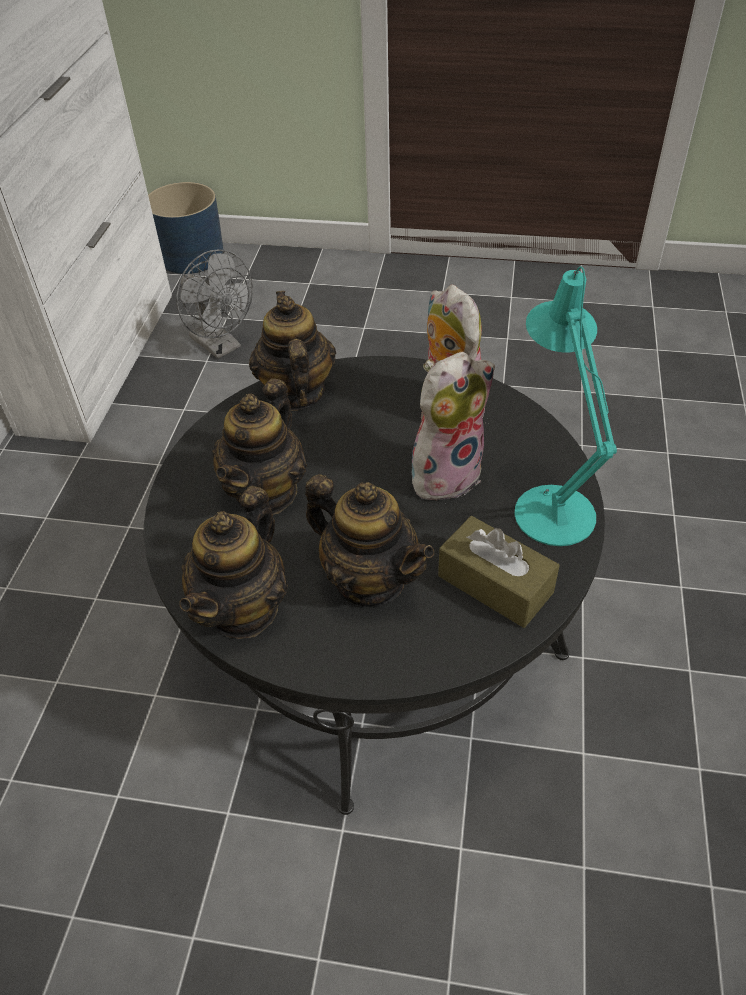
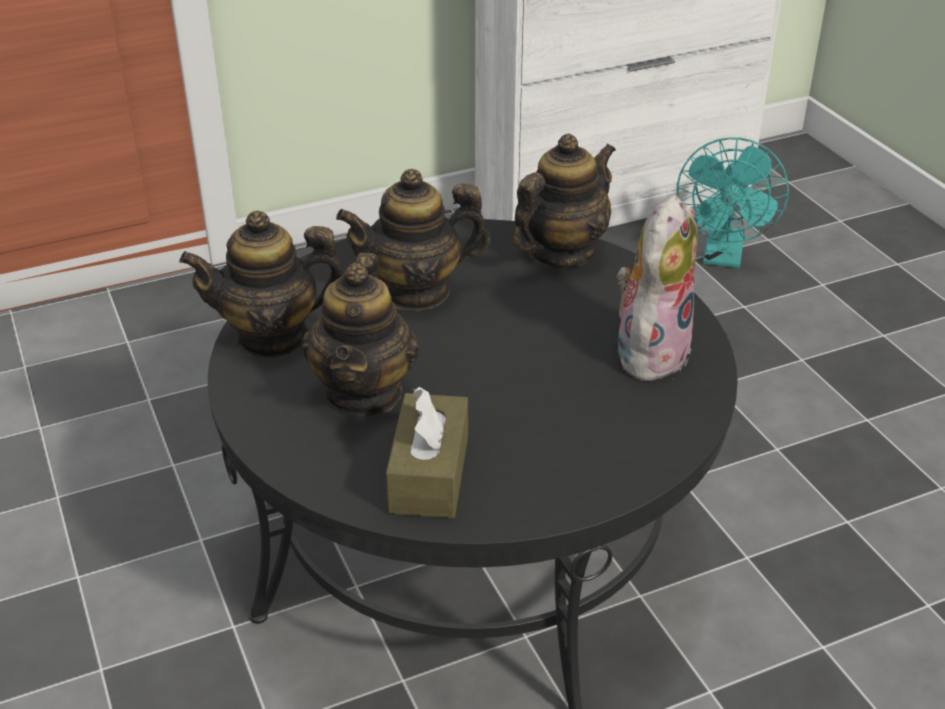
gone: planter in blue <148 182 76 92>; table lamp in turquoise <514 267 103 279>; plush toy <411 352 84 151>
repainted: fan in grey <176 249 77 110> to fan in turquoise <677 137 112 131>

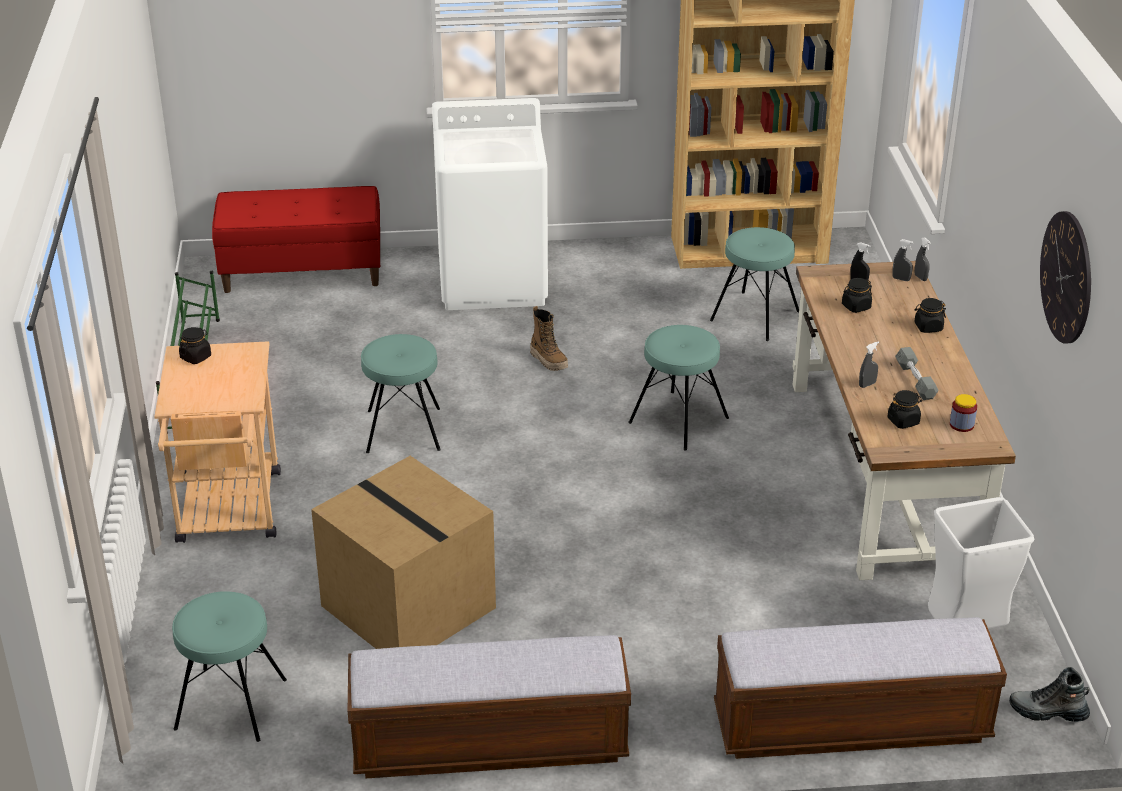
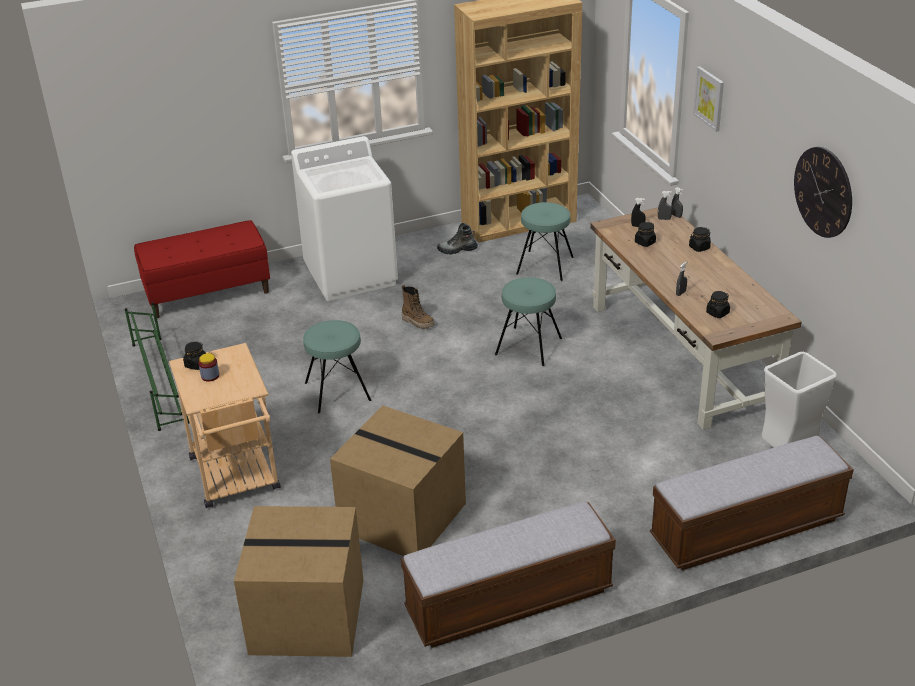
gone: dumbbell in grey <895 347 44 53>
new: picture <693 66 31 66>
shifted: jar <950 394 27 38> to <199 353 20 28>; boot <1009 667 81 55> to <437 223 41 32>
swapped: stool in turquoise <172 591 115 151> to cardboard box <234 506 129 151>

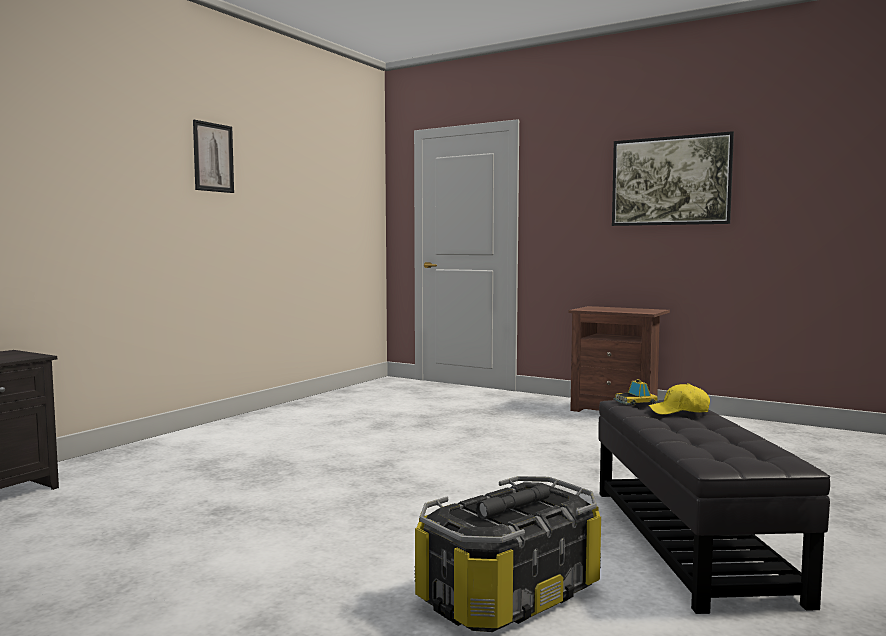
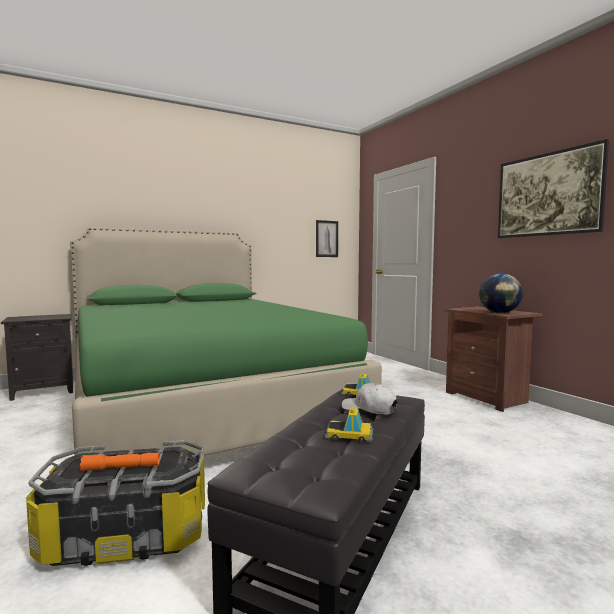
new: bed in green <70 227 312 229>; globe <479 273 44 40>; toy car <325 407 49 36>
shifted: picture <193 120 41 73> to <316 220 22 37>
repainted: cap in yellow <648 383 62 32> to cap in white <341 383 57 32>; flashlight in grey <475 485 75 35> to flashlight in orange <80 452 80 19>

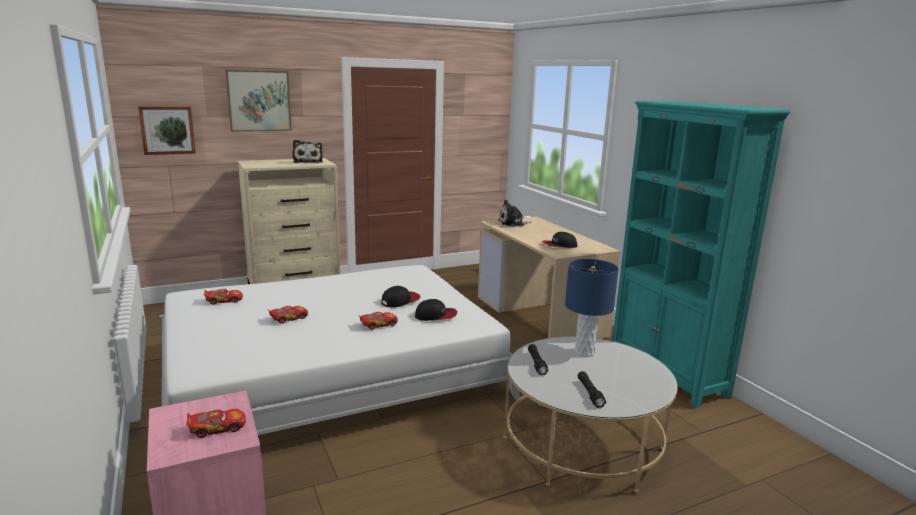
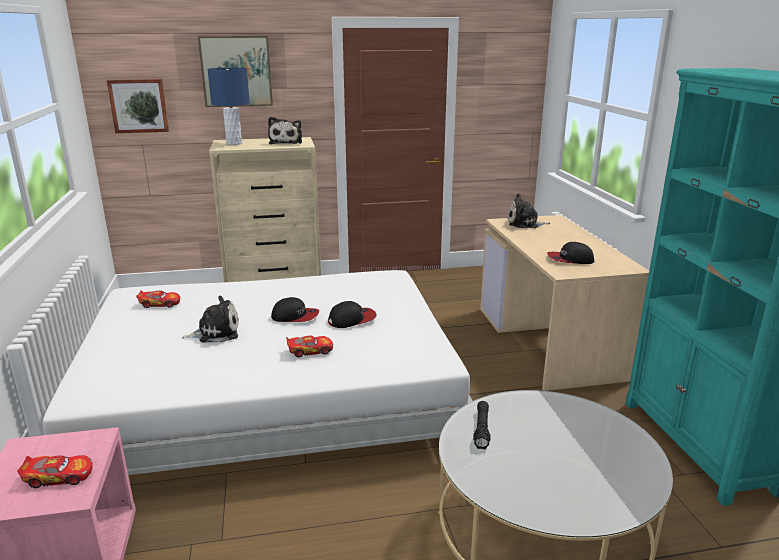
gone: flashlight in black <578 371 28 37>
shifted: table lamp in blue <565 259 54 97> to <207 68 43 77>; cap <415 299 42 22> to <271 297 48 25>
swapped: toy car <268 306 40 18> to plush toy <182 296 57 46>

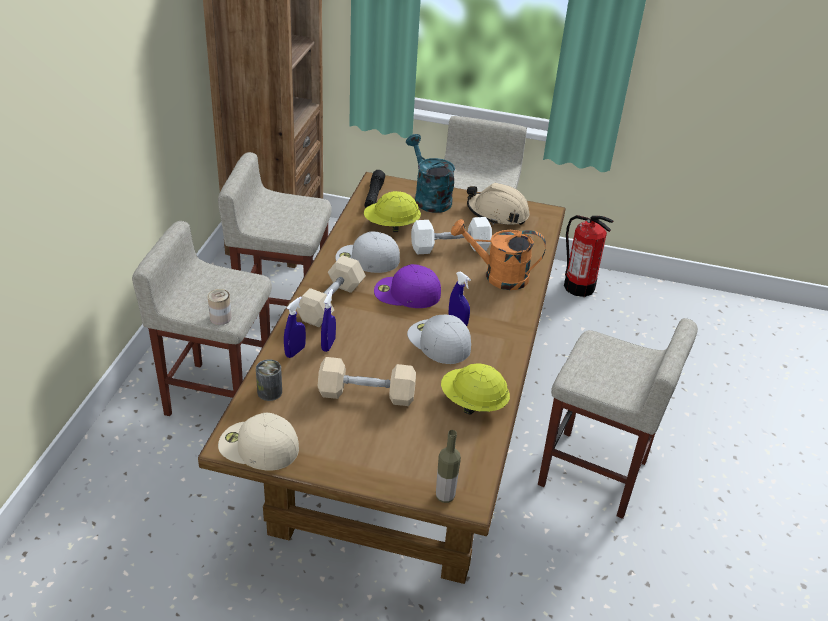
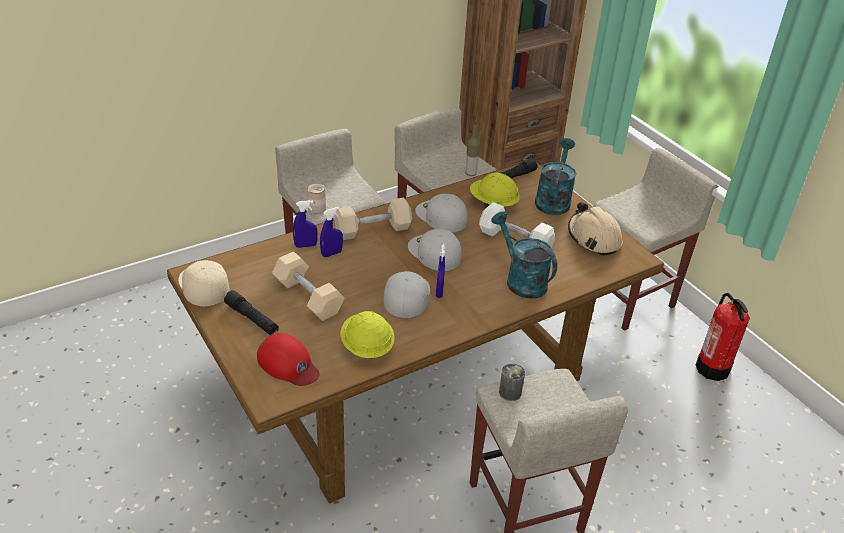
new: flashlight in black <224 290 55 45>; cap in red <257 333 63 53>
shifted: can <256 359 26 42> to <499 363 26 38>; bottle <436 430 25 73> to <465 124 15 52>
repainted: watering can in orange <451 219 95 71> to watering can in turquoise <491 211 66 88>; cap in purple <374 264 67 44> to cap in white <408 229 54 42>

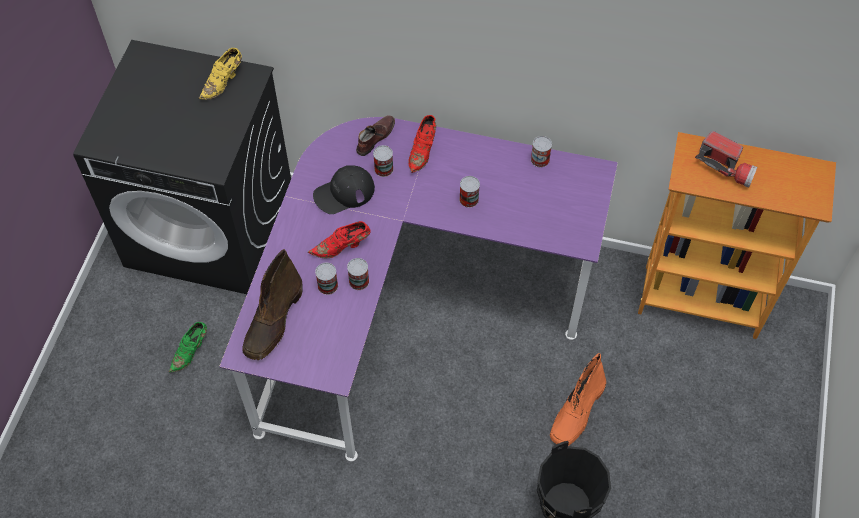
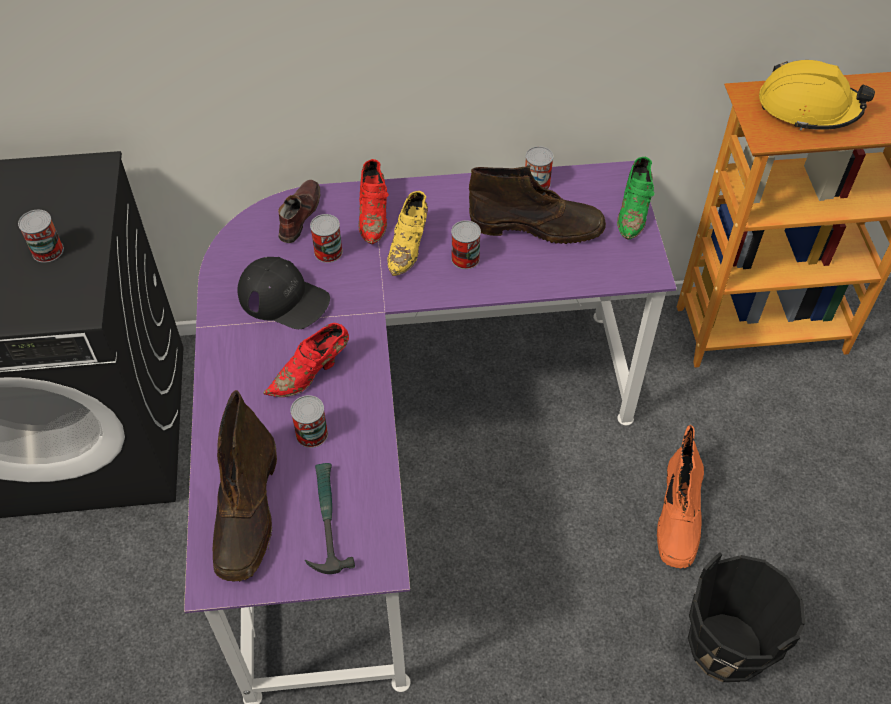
new: boot in brown <469 165 137 79>; hammer <305 463 50 111>
shifted: shoe in yellow <199 48 43 51> to <387 191 41 85>; can <347 258 22 32> to <18 210 46 53>; shoe in green <168 322 39 50> to <617 157 38 83>
swapped: flashlight <695 131 62 57> to hard hat in yellow <759 60 116 71>
rotated: cap in black <313 165 62 49> = <237 257 93 72> 105 degrees counterclockwise

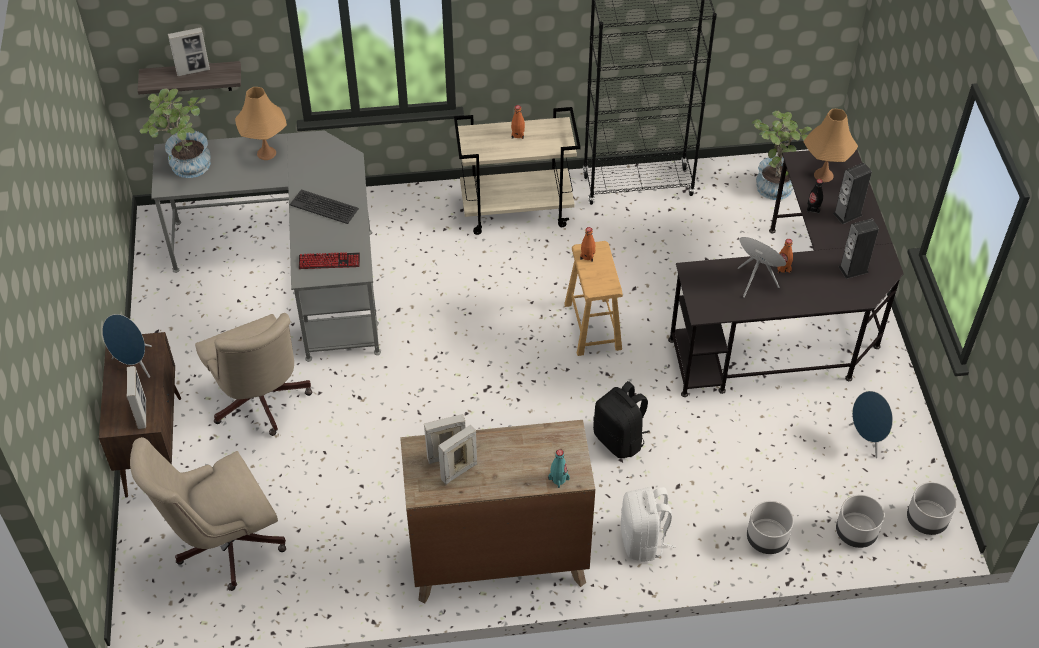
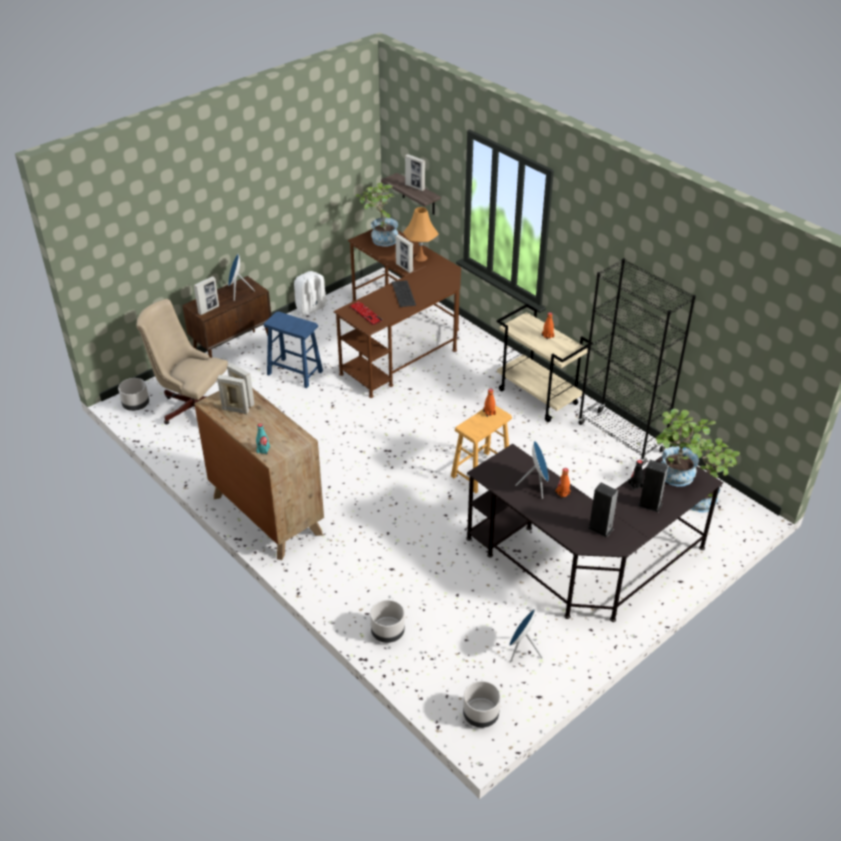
gone: backpack in black <593 381 57 77>
new: picture frame <396 235 17 38>
shifted: backpack in white <621 487 55 75> to <294 271 35 48>; planter in grey <836 495 48 53> to <118 378 31 33>
swapped: table lamp in orange <803 109 55 73> to potted plant <656 409 60 77>; office chair in beige <195 313 117 123> to stool in blue <264 312 59 76>
repainted: desk in grey <151 131 230 231> to desk in brown <334 229 127 169>

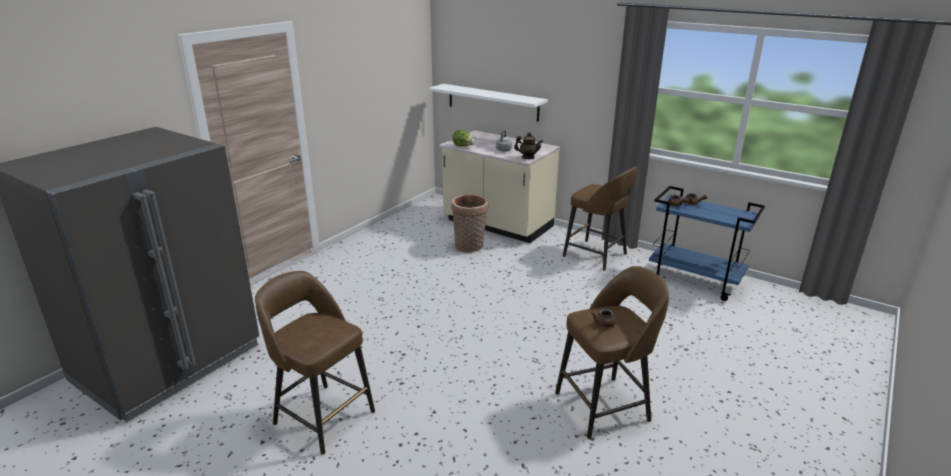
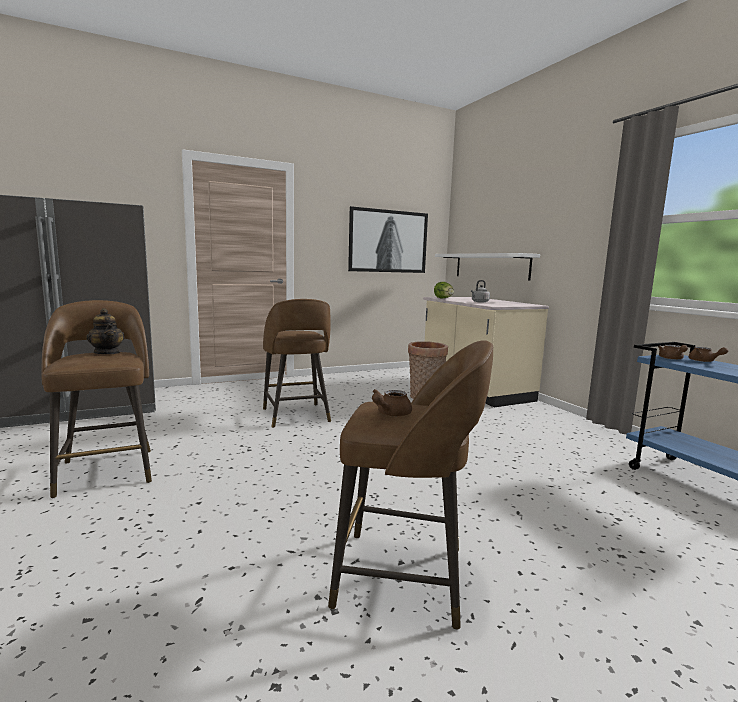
new: picture <348 206 80 67>
shifted: teapot <514 132 29 27> to <86 308 38 46>; stool in brown <563 166 74 105> to <263 299 68 129>

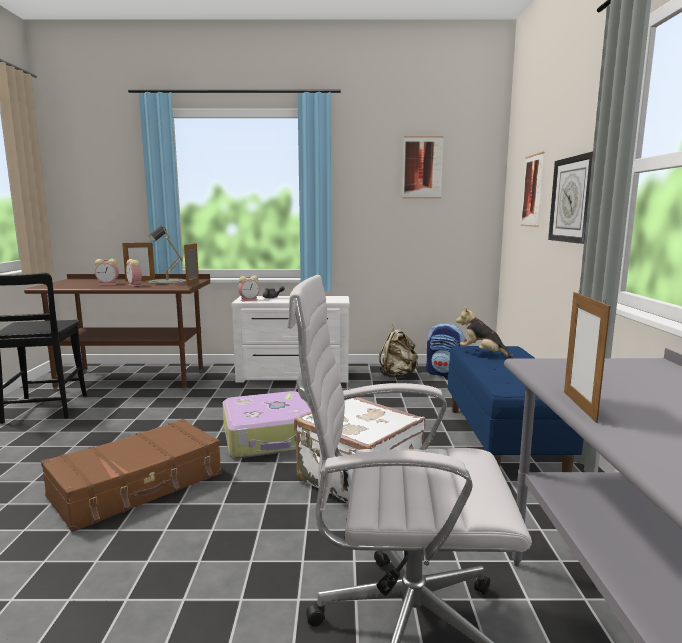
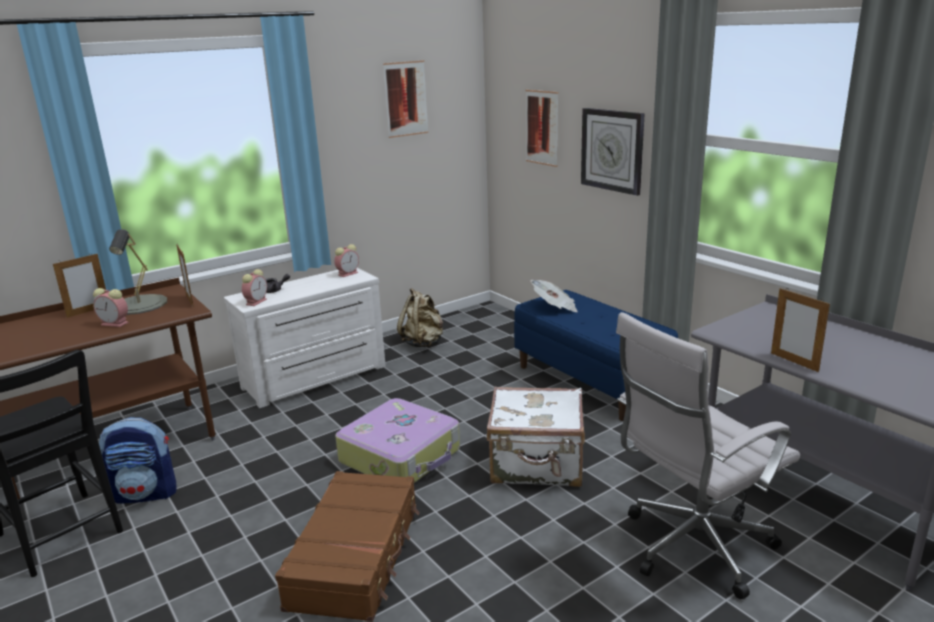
shifted: alarm clock <95 259 24 26> to <334 244 25 33>; backpack <426 323 41 54> to <99 417 78 87>
swapped: plush toy <456 307 59 51> to newspaper <530 280 48 32>

